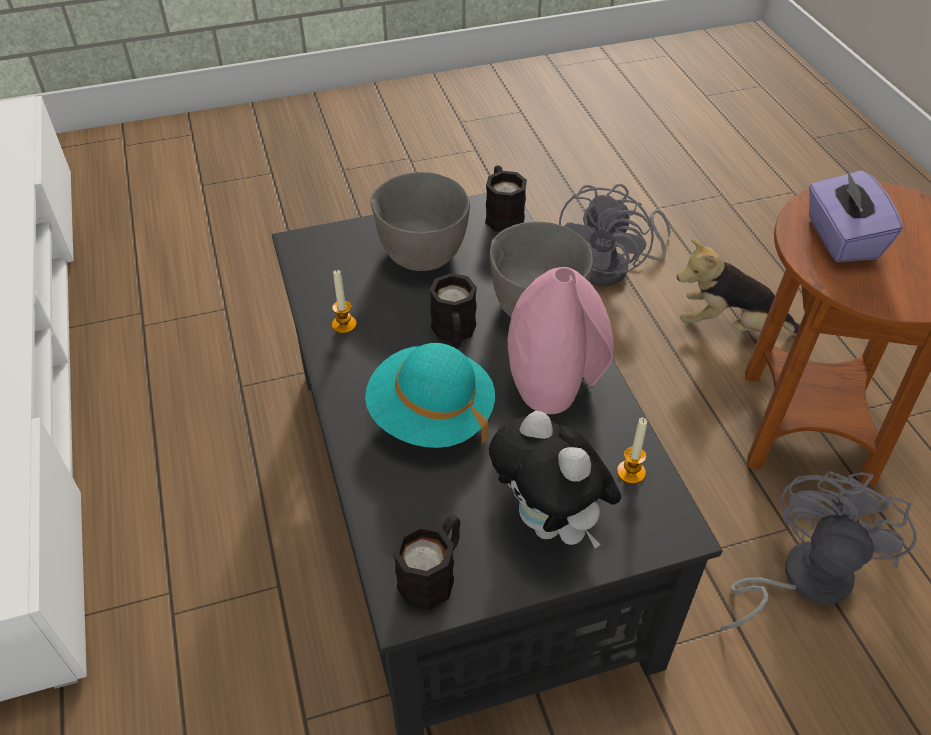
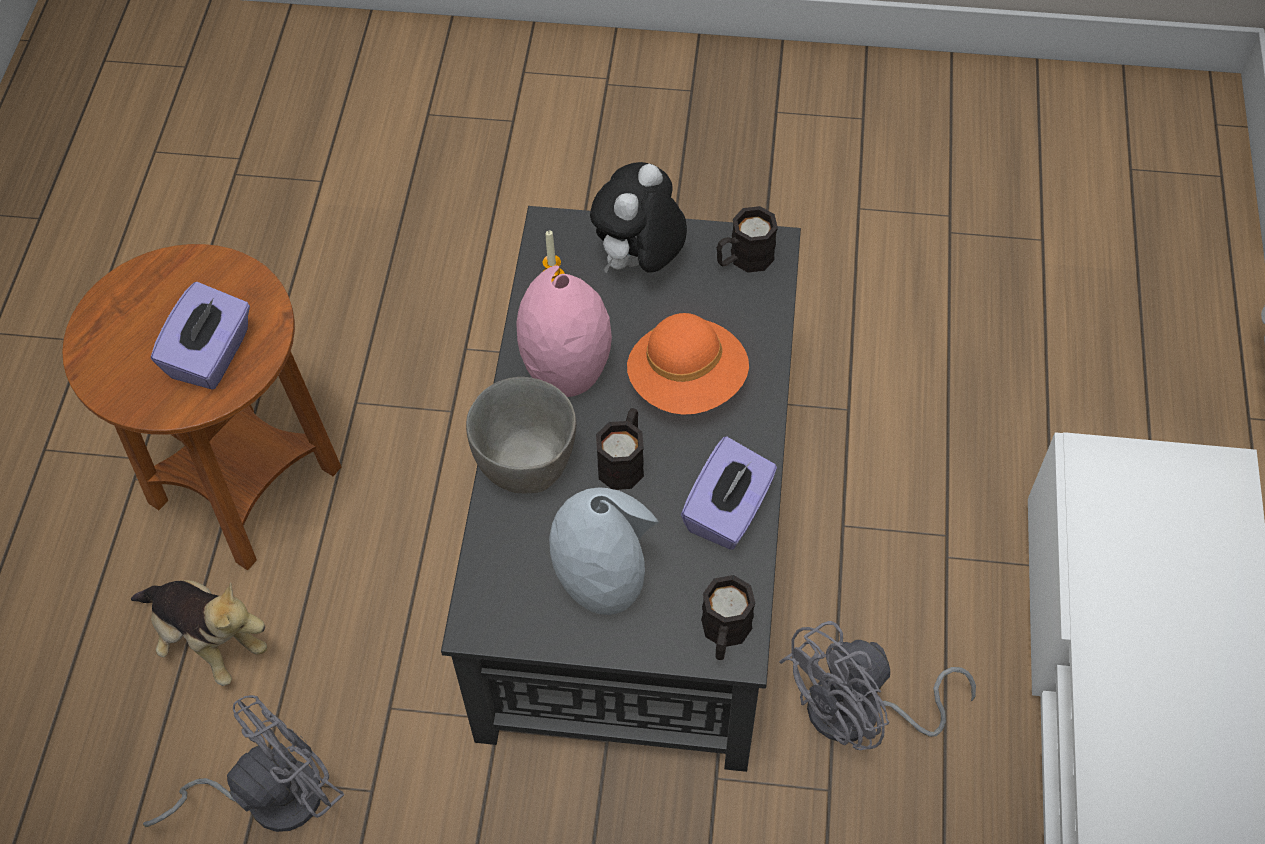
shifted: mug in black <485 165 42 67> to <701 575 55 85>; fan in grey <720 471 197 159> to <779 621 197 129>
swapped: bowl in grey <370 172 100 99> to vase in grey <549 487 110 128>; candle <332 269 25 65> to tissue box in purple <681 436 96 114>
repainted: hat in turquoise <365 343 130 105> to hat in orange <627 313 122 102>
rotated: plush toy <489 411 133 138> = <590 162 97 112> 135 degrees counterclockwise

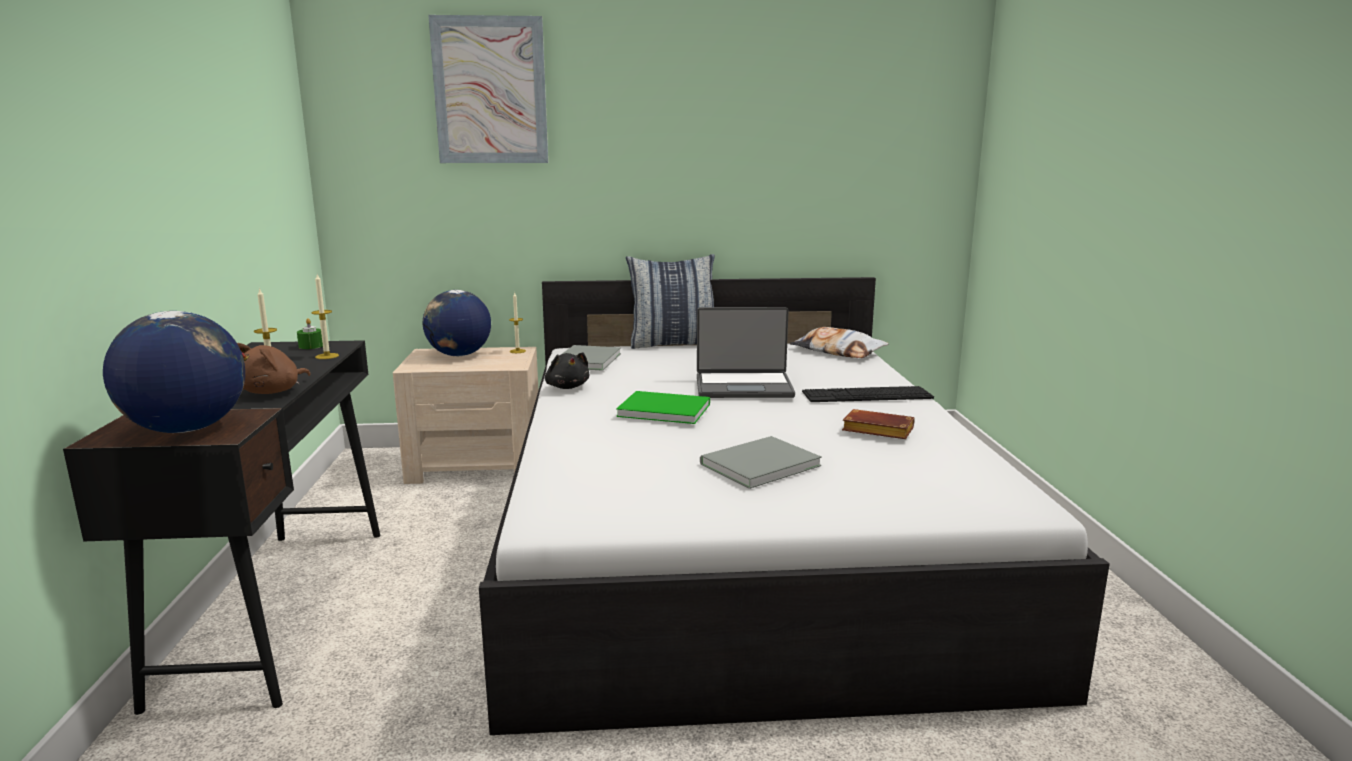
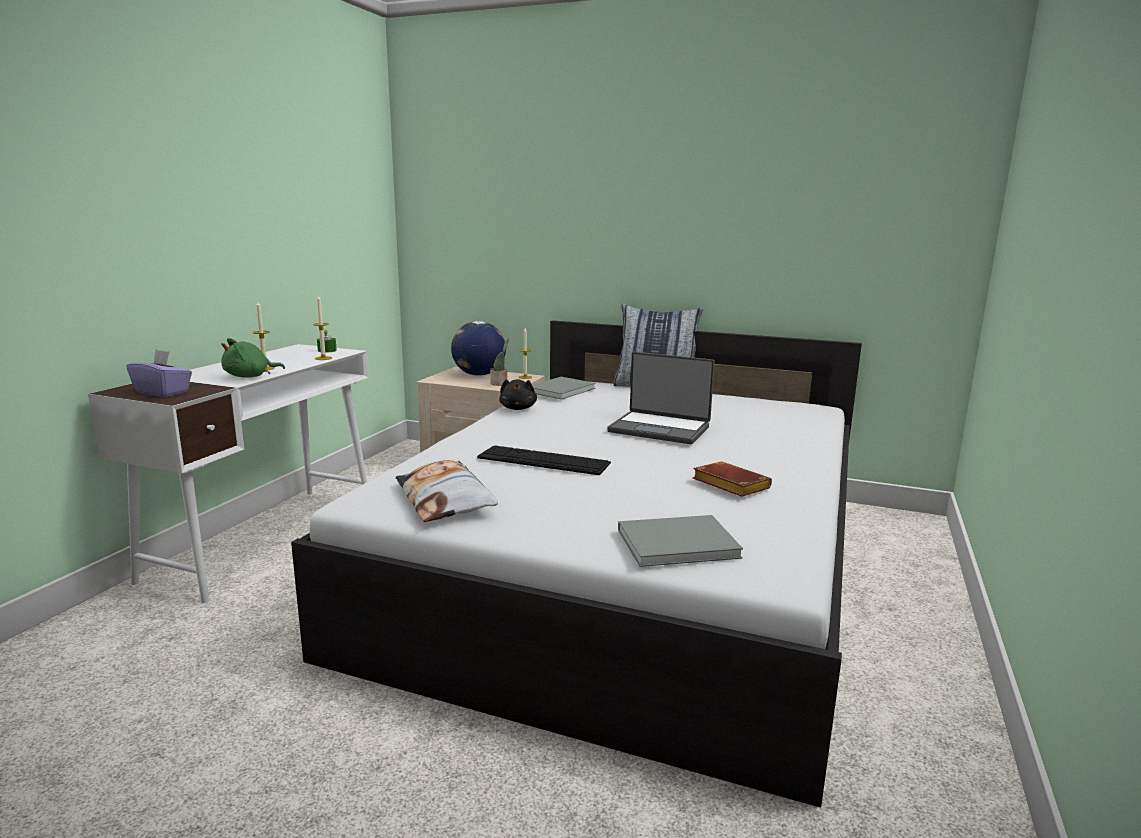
gone: picture <428 15 120 148>; book in green <616 391 94 33>
new: potted plant <490 338 19 48>
shifted: pillow <790 327 99 31> to <395 460 103 62>; keyboard <802 386 132 16> to <477 445 134 30>; book in grey <700 436 122 53> to <618 515 125 52>
swapped: globe <103 311 142 122> to tissue box in purple <126 349 66 48>
repainted: desk in black <63 340 317 375> to desk in white <88 344 281 259>; plush toy in brown <237 343 73 51> to plush toy in green <221 338 64 40>

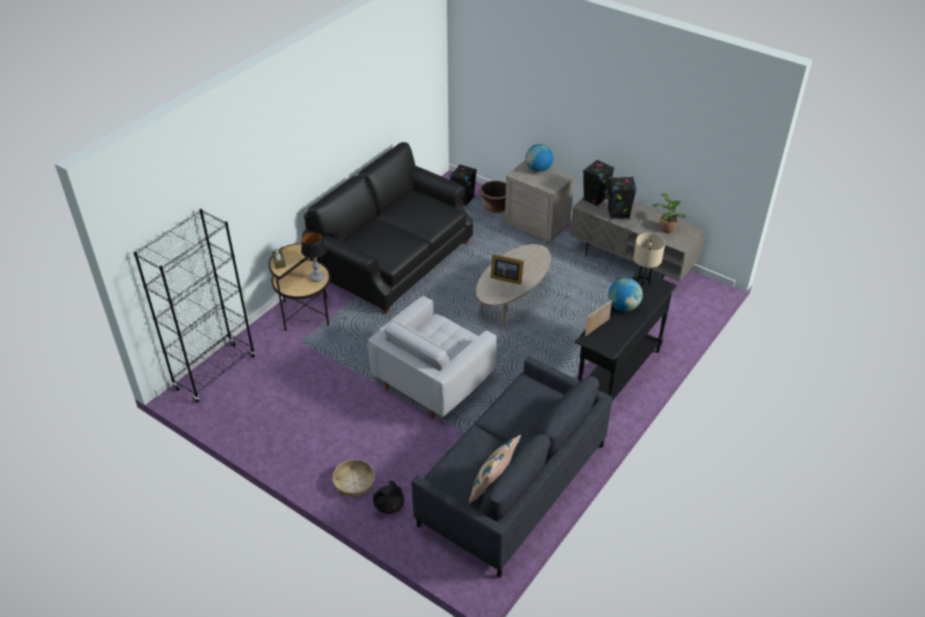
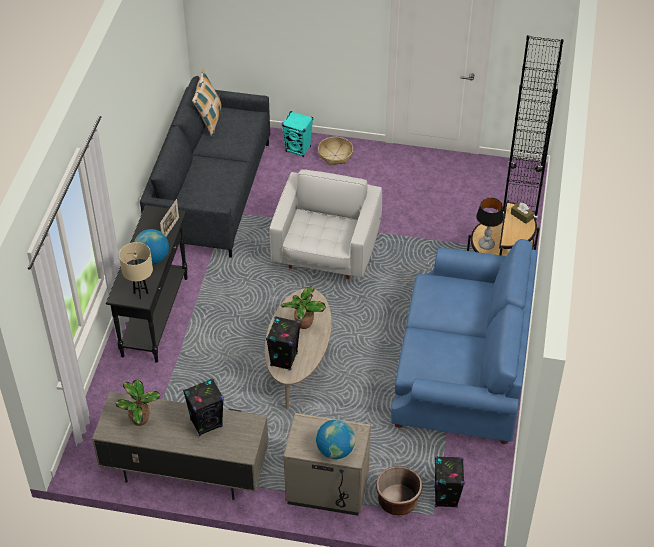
shifted: speaker in black <583 160 31 47> to <266 316 35 55>
swapped: picture frame <490 254 34 31> to potted plant <281 286 45 43>; teapot in black <373 481 31 33> to speaker in turquoise <282 111 31 46>
repainted: sofa in black <302 142 171 171> to sofa in blue <391 239 147 205>

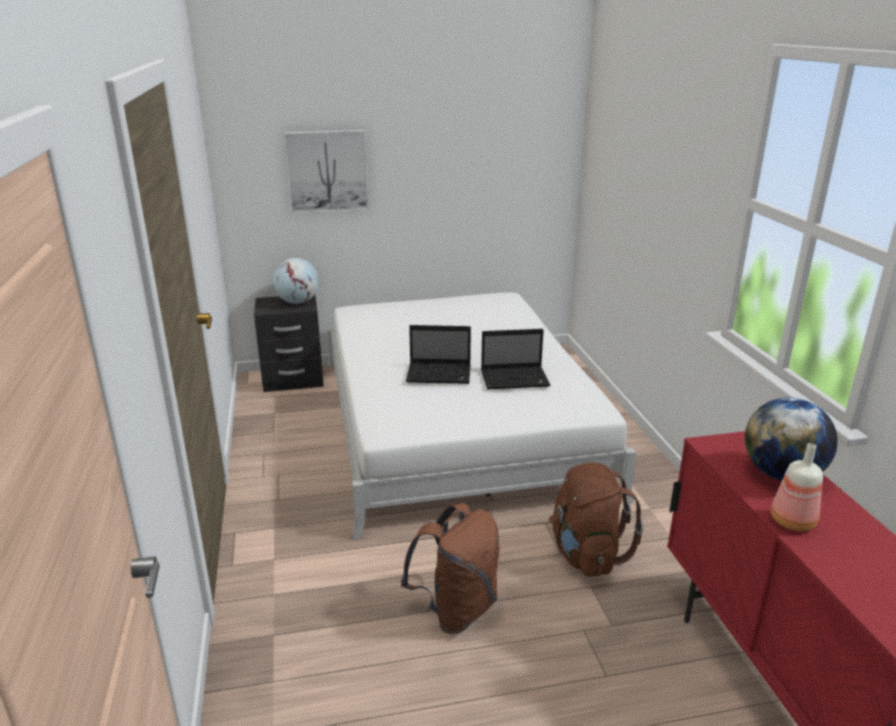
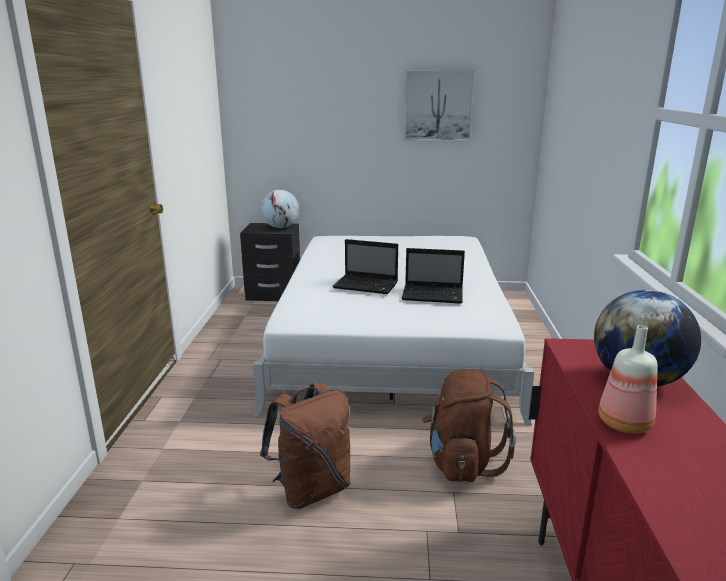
shifted: picture <284 130 85 84> to <404 70 71 71>

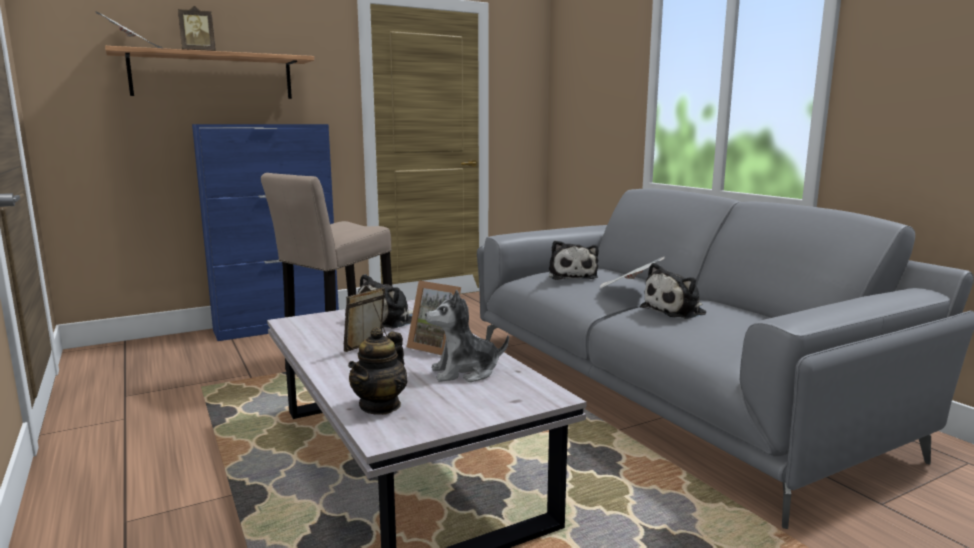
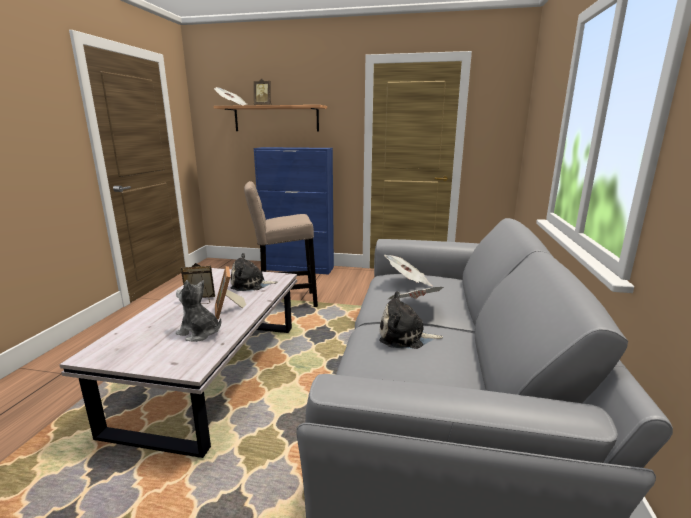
gone: teapot <348 327 59 88>
swapped: plush toy <549 240 50 40> to newspaper <384 255 48 31>

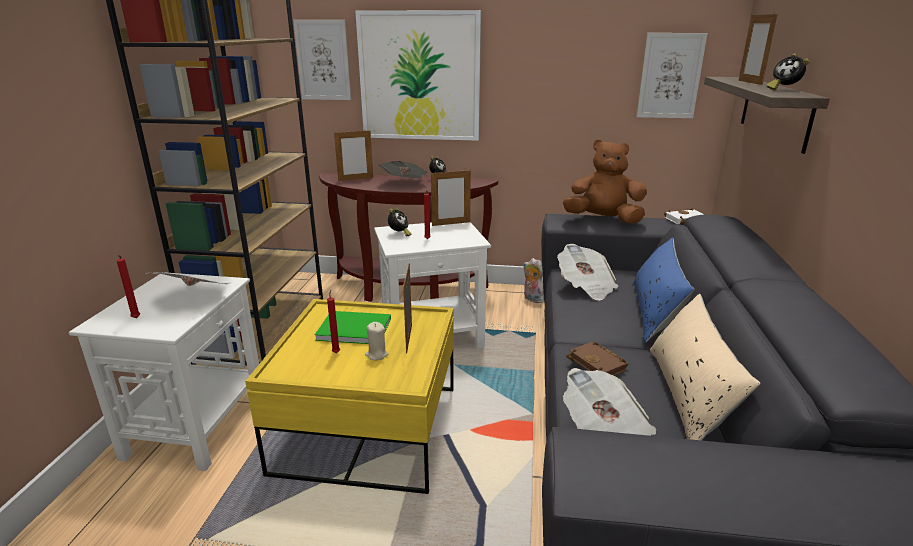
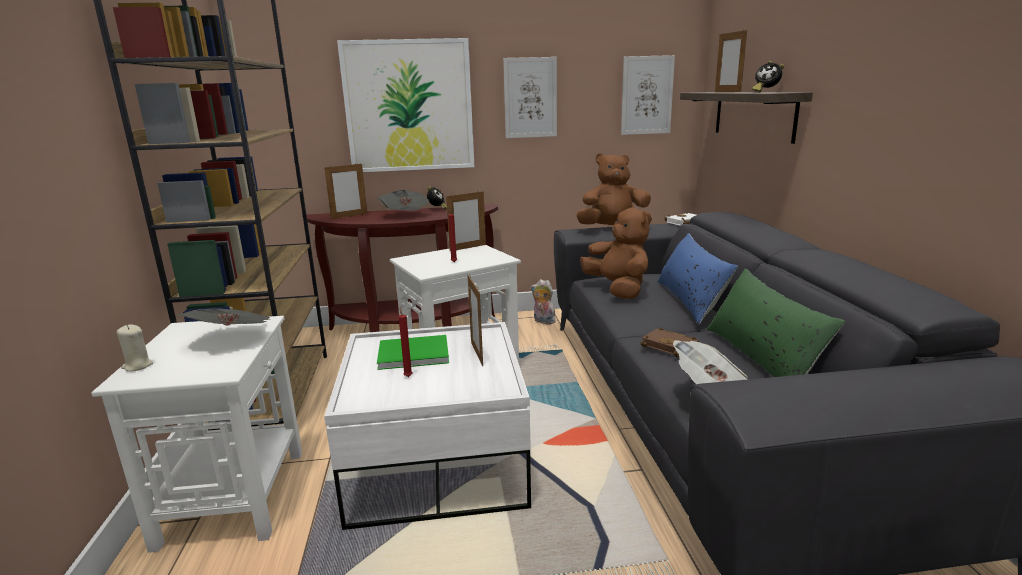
gone: alarm clock <388 208 23 29>; candle in red <116 255 24 63>
shifted: picture <293 20 58 80> to <503 57 54 81>; candle in beige <365 322 23 38> to <116 325 37 47>
swapped: newspaper <557 244 62 57> to plush toy in brown <580 205 69 94>
repainted: pillow in beige <650 294 111 147> to pillow in green <707 268 138 109>; coffee table in yellow <245 299 209 195> to coffee table in white <324 322 207 208>

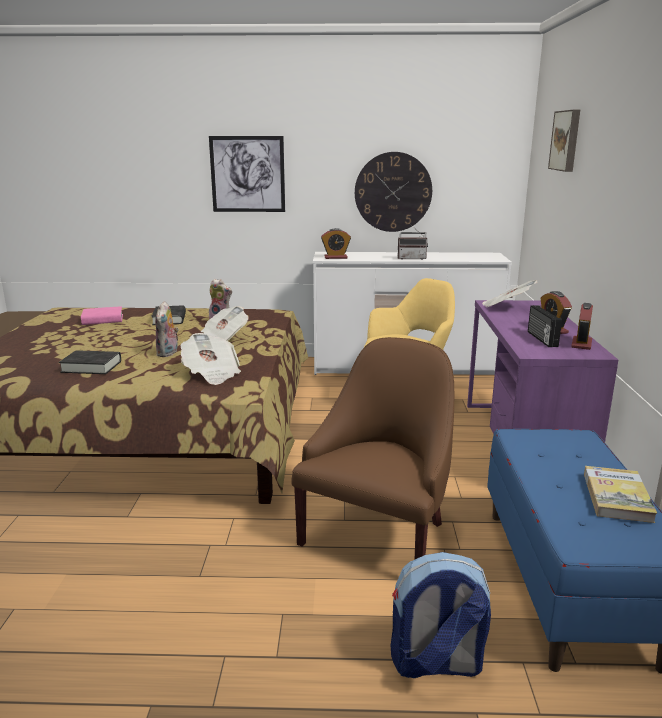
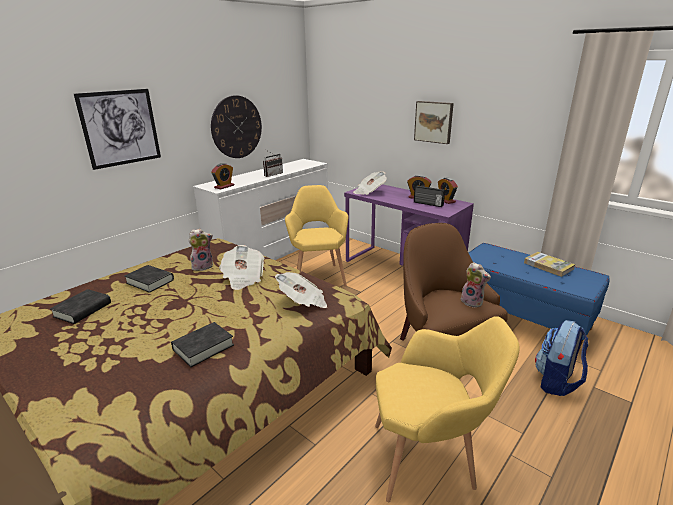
new: armchair in yellow <375 316 144 186>
shifted: picture <548 110 32 62> to <414 101 40 43>; plush toy <155 301 24 56> to <460 262 31 46>
repainted: book in pink <81 306 42 19> to book in black <50 289 61 35>

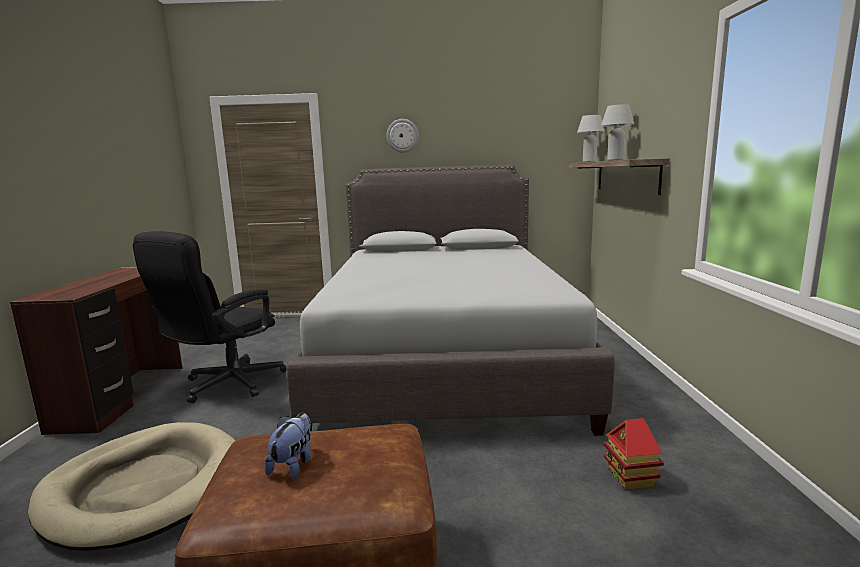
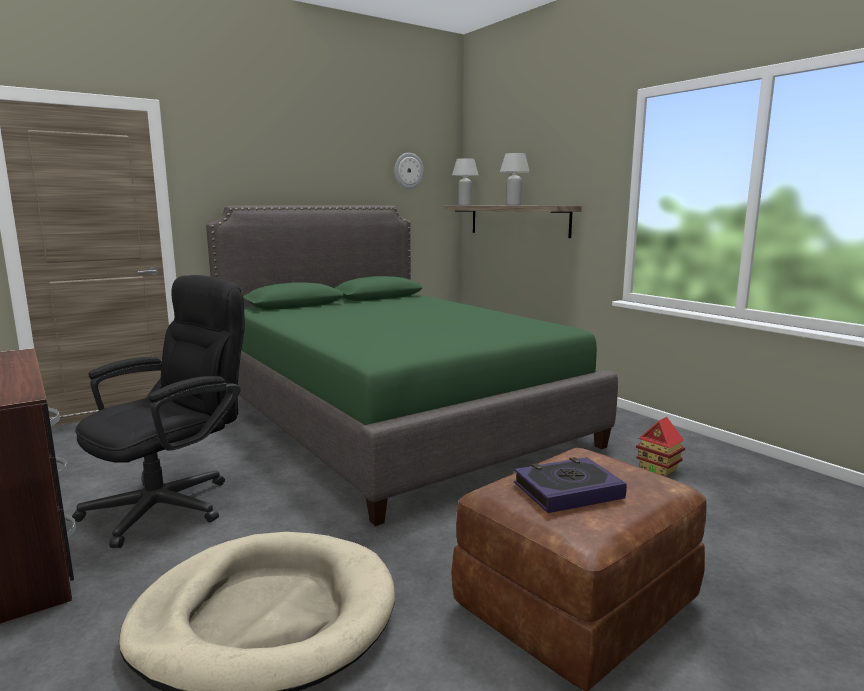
shifted: wall clock <387 119 32 34> to <394 153 30 36>
swapped: plush toy <265 413 46 66> to book <514 457 113 56>
repainted: bed in grey <287 165 328 271> to bed in green <206 205 412 321>
rotated: office chair in black <133 231 154 172> = <72 275 173 273> 135 degrees counterclockwise

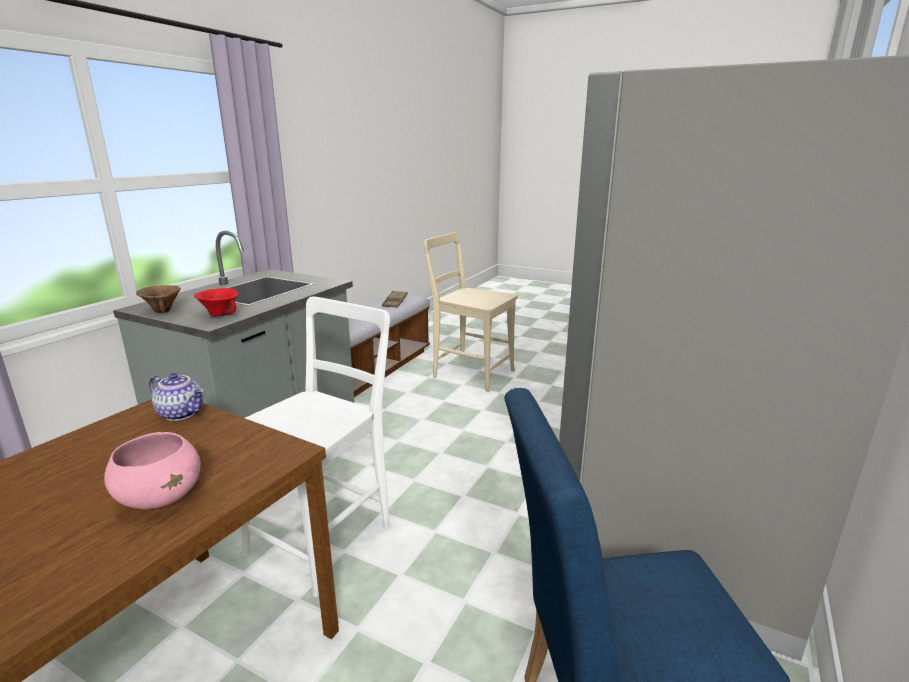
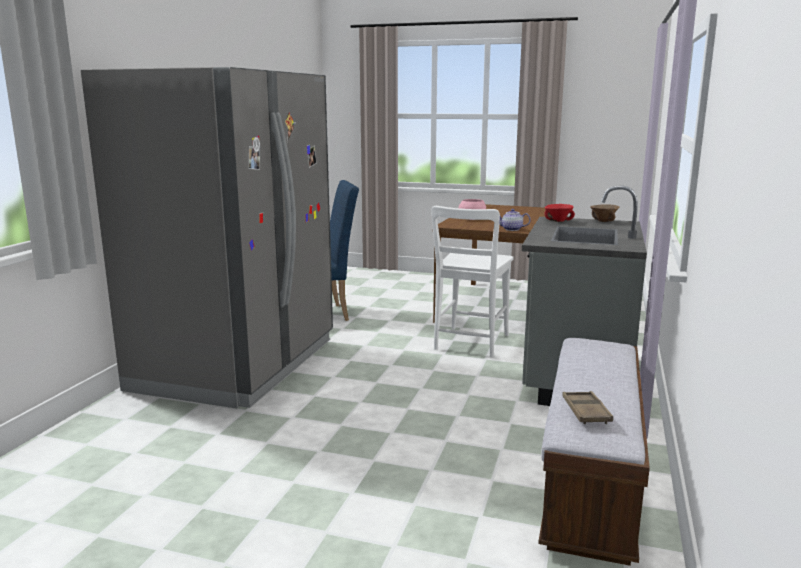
gone: chair in beige <424 232 94 160>

